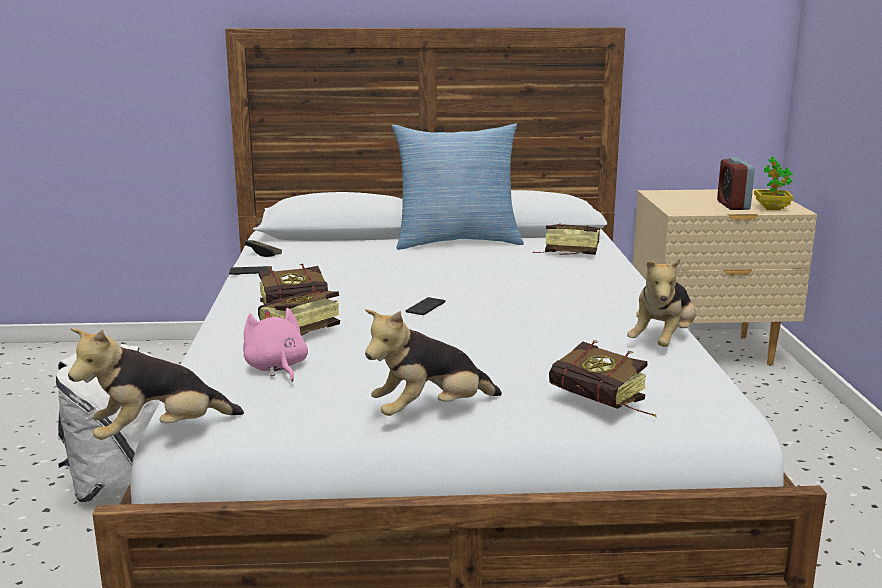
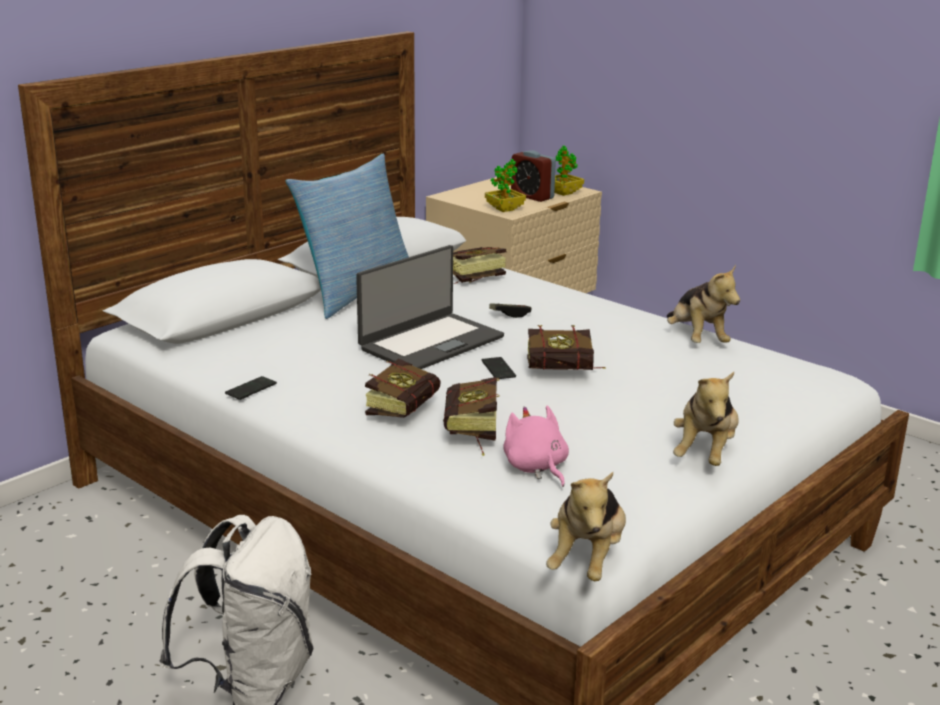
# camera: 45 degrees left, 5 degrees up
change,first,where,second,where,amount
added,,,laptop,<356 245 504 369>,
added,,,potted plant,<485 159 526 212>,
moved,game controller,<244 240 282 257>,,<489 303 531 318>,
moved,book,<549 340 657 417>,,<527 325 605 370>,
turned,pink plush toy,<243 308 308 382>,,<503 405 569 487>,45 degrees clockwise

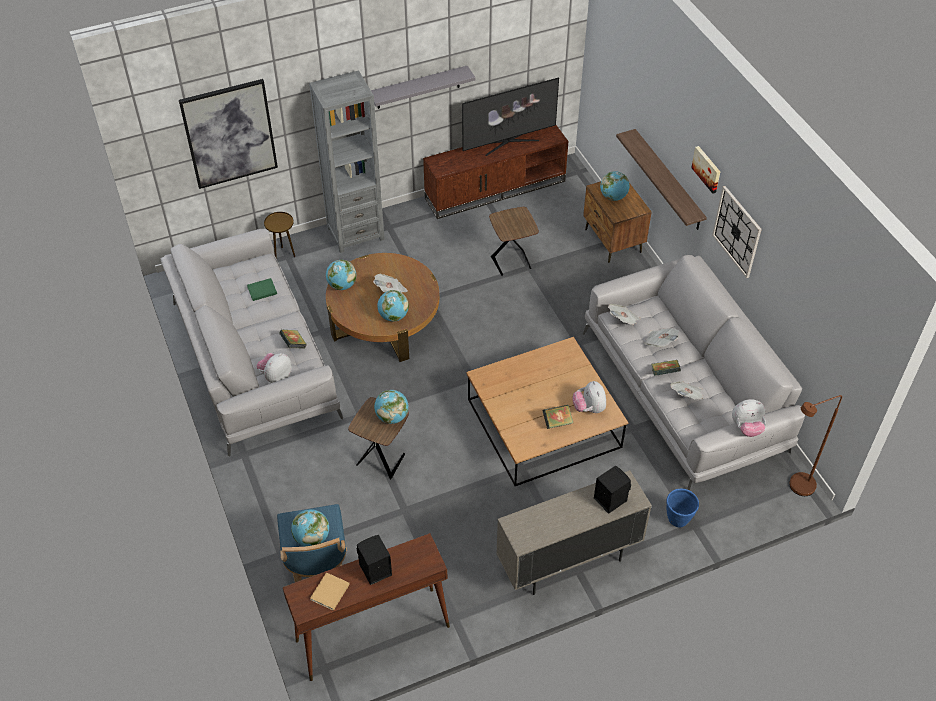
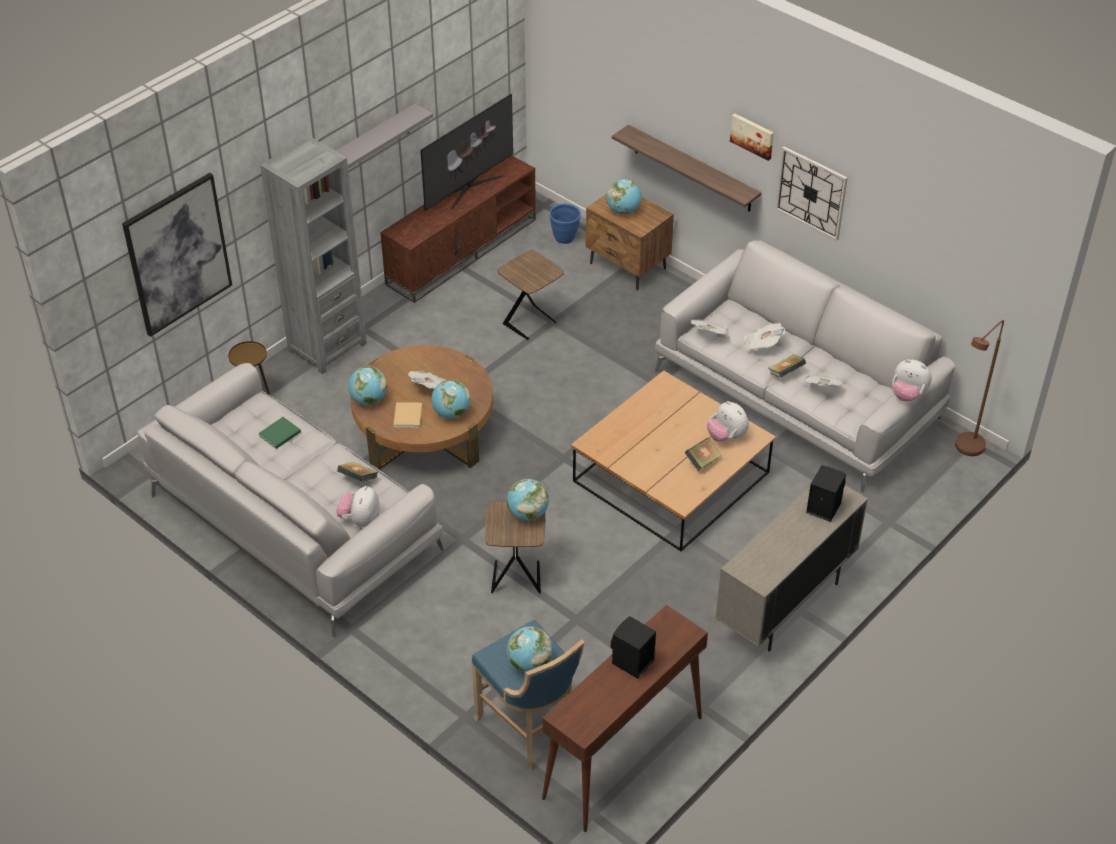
# camera: 25 degrees left, 5 degrees down
change,first,where,second,where,amount
moved,beige book,<310 572 350 611>,,<394 402 422 428>,
moved,blue planter,<666 489 699 528>,,<549 203 581 244>,
turned,plush toy,<732 399 766 437>,,<892 359 932 402>,60 degrees clockwise

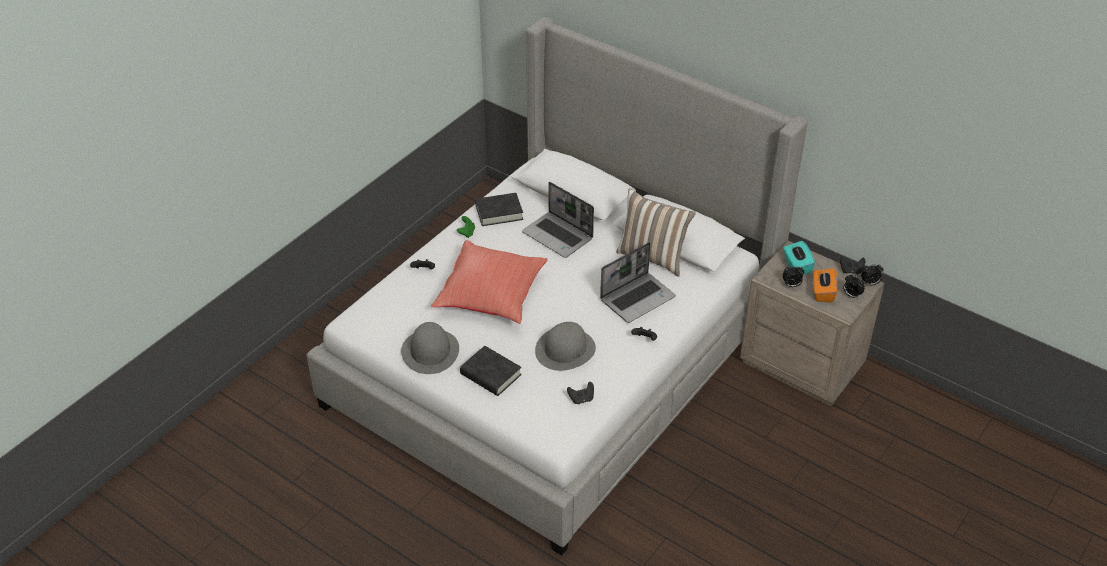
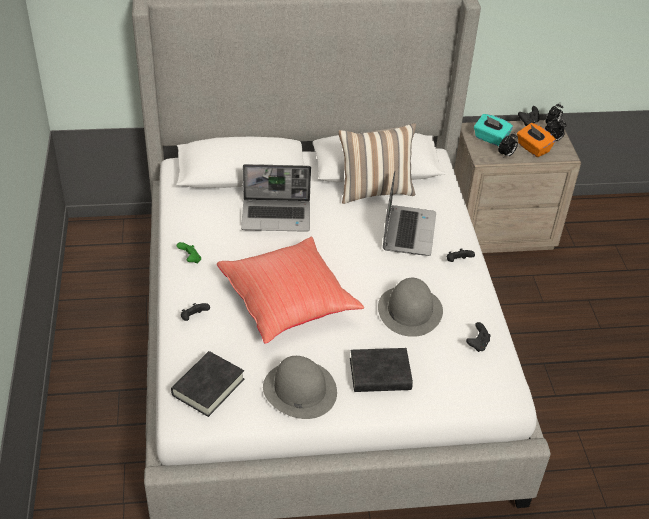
# camera: 45 degrees left, 0 degrees up
change,first,where,second,where,amount
moved,black book,<475 193 523 226>,,<171 351 244 417>,

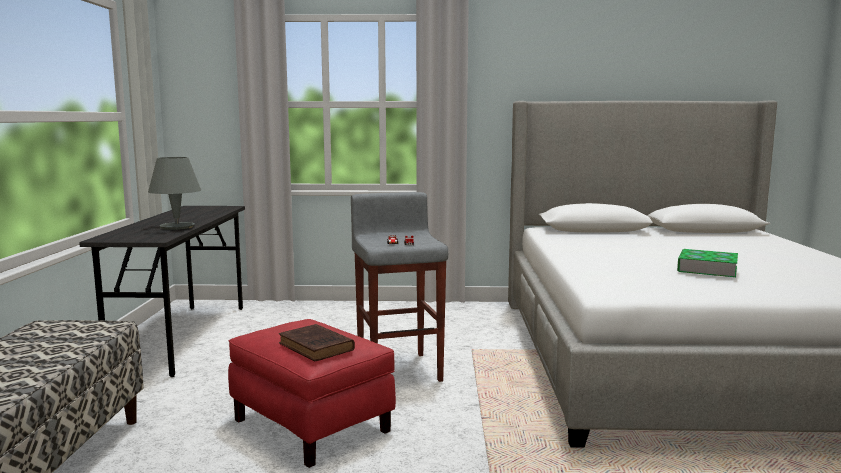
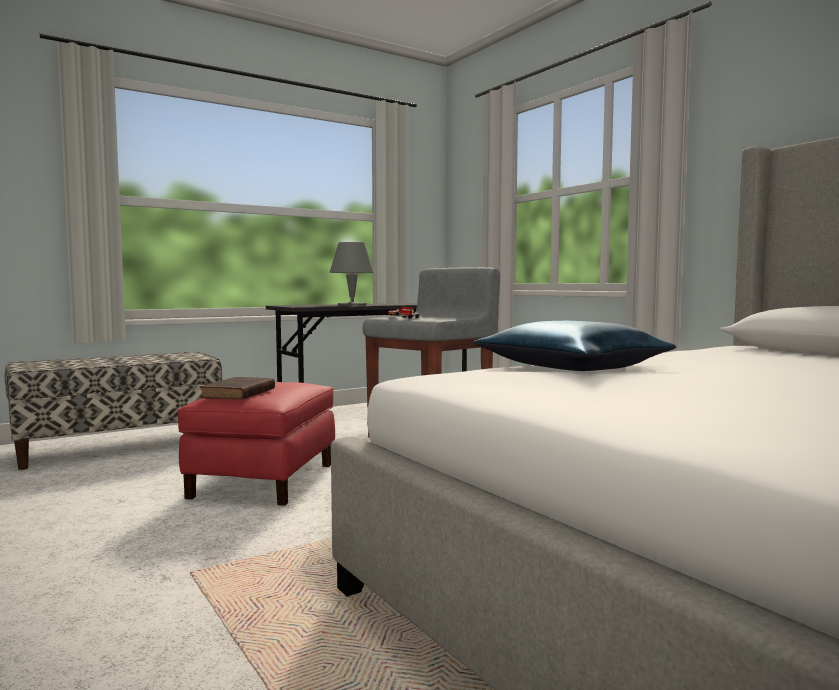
# camera: 55 degrees right, 5 degrees down
change,first,where,second,where,amount
removed,book,<677 249 738 277>,,,
added,,,blue pillow,<473 321 676 371>,

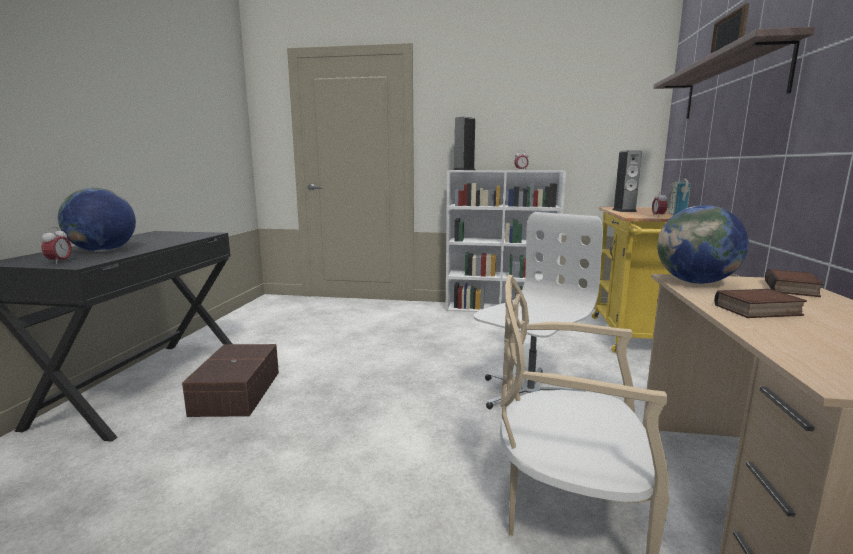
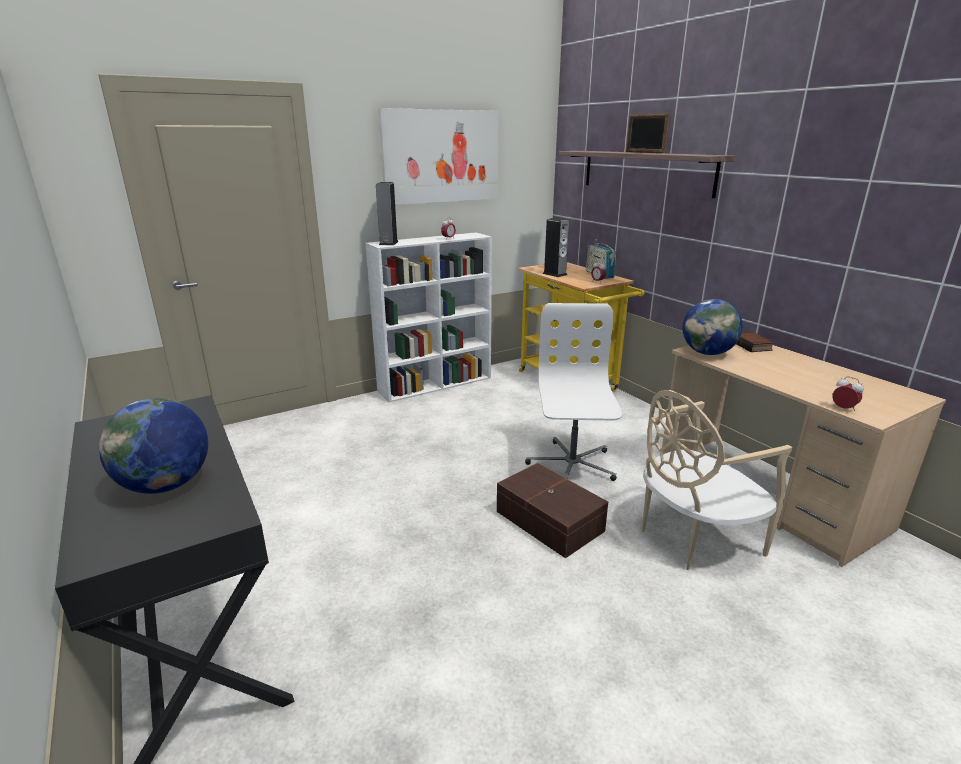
# camera: 40 degrees left, 10 degrees up
change,first,where,second,where,amount
removed,book,<714 289 807 318>,,,
added,,,picture,<378 108 499 205>,
moved,alarm clock,<42 227 72 264>,,<832 376 864 411>,
moved,brown storage box,<182 344 279 417>,,<497 463 608 558>,

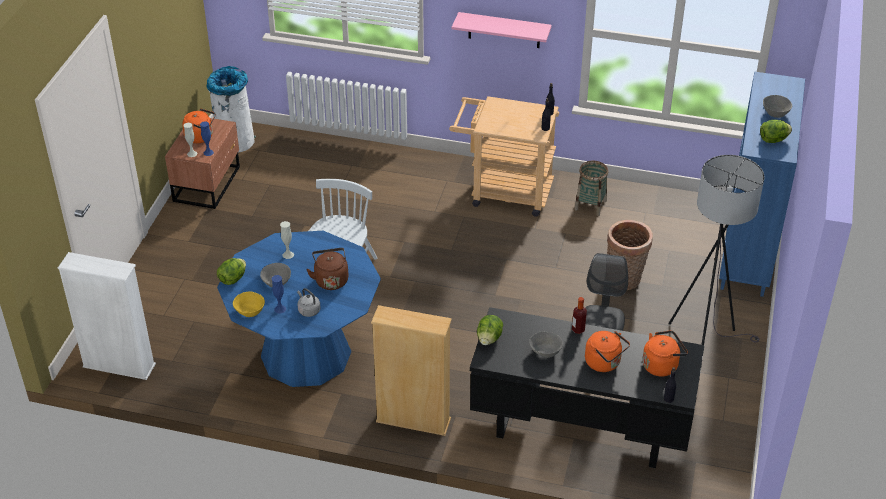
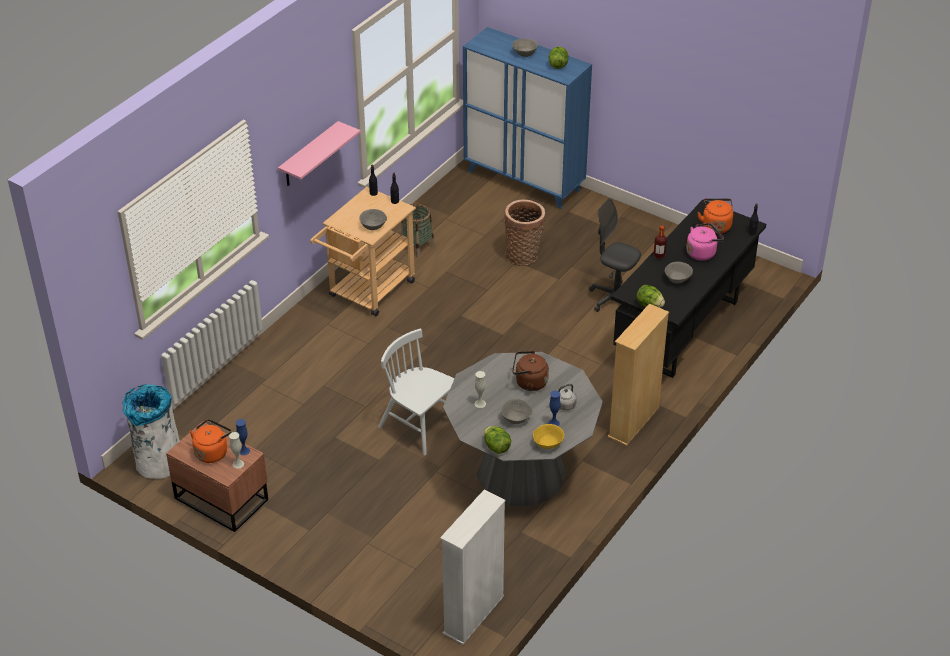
# camera: 70 degrees left, 0 degrees up
change,first,where,second,where,amount
removed,grey floor lamp,<668 155 764 345>,,,
added,,,grey bowl,<359 209 387 230>,
recoloured,blue dining table,<217 231 381 387>,grey dining table,<443 352 603 506>,
recoloured,orange kettle,<585 331 630 372>,pink kettle,<686 223 724 261>,

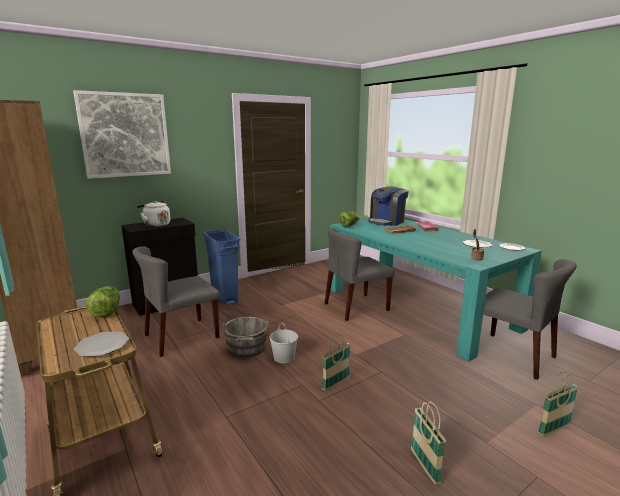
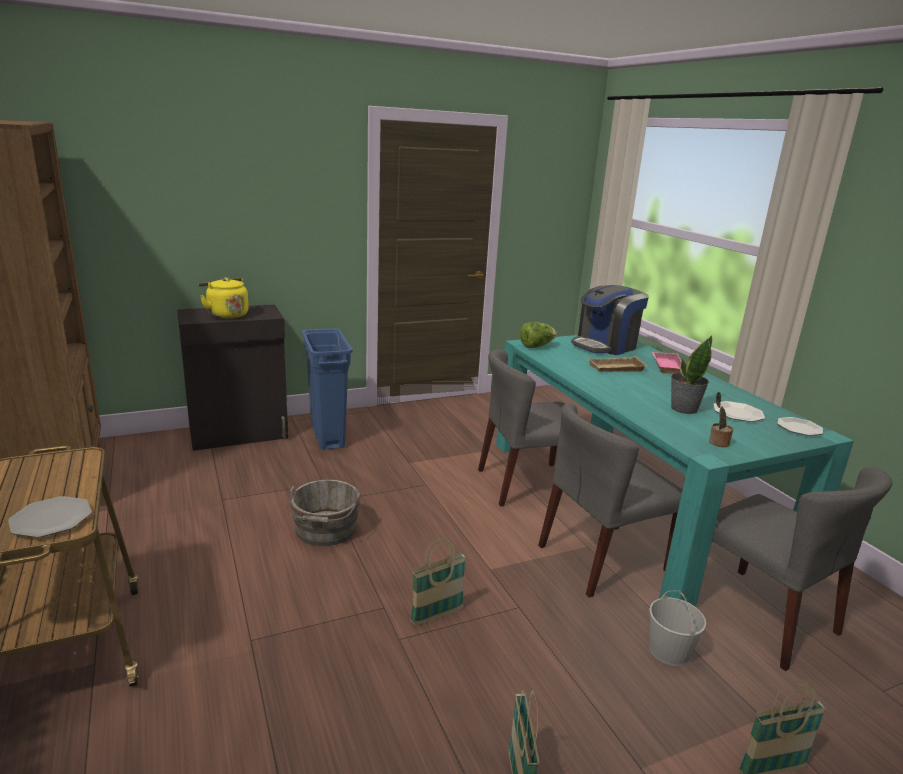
# camera: 10 degrees right, 5 degrees up
change,first,where,second,where,amount
removed,picture,<73 90 171 179>,,,
removed,lettuce,<86 286 120 318>,,,
added,,,potted plant,<671 335 712 414>,
moved,grey chair,<132 246 220 357>,,<538 403 682 598>,
moved,white bucket,<269 323 298 363>,,<649 590 706 666>,
recoloured,white kettle,<137 201 170 227>,yellow kettle,<199 278 249 319>,

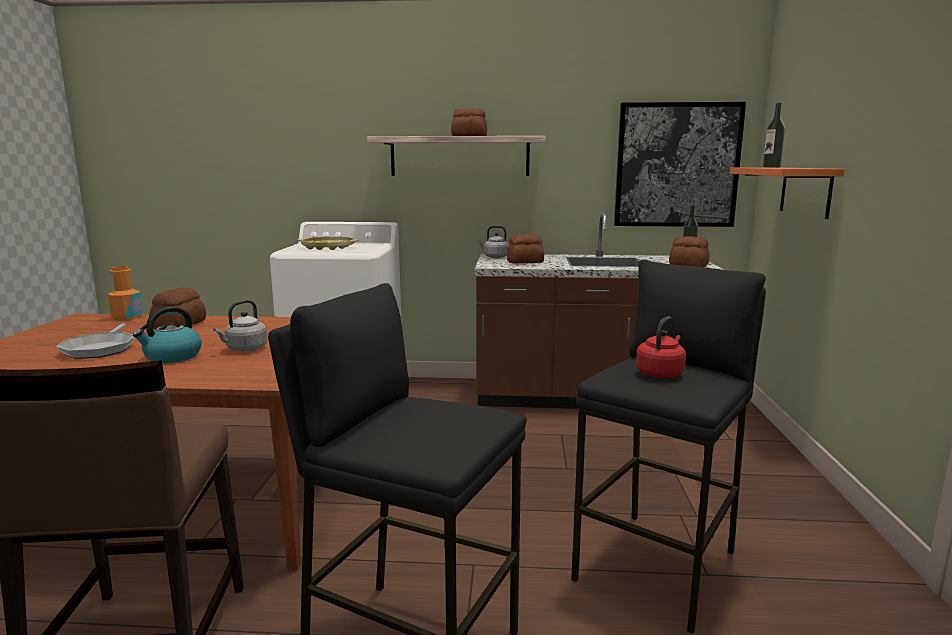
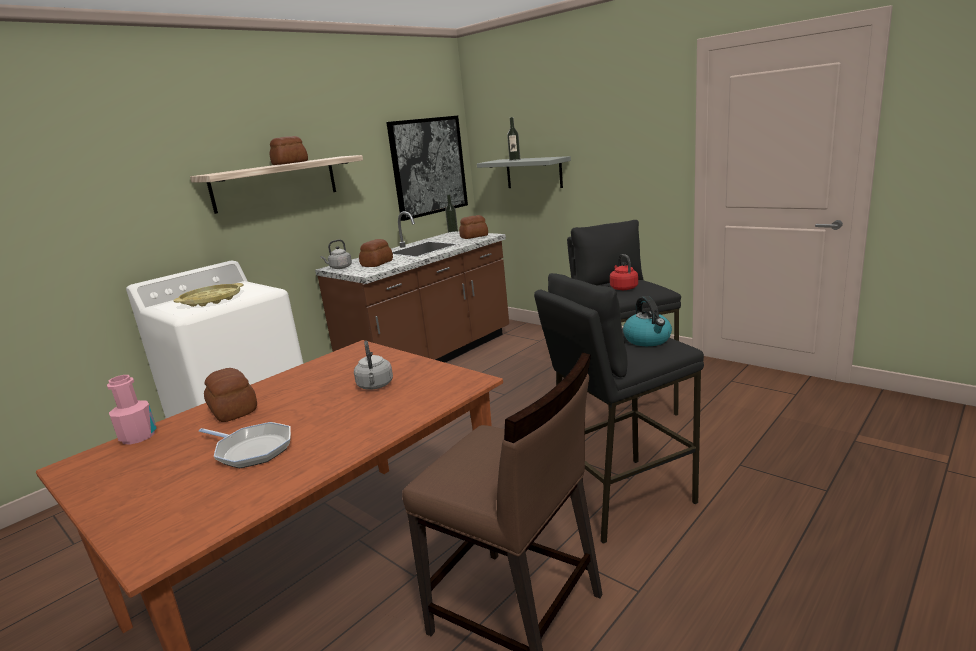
# camera: 50 degrees left, 5 degrees up
change,first,where,second,where,amount
moved,kettle,<133 306 202 363>,,<623 296 672 346>,
recoloured,orange bottle,<108 266 143 321>,pink bottle,<107 375 157 445>,
recoloured,orange shelf,<730 167 845 219>,grey shelf,<477 156 571 188>,

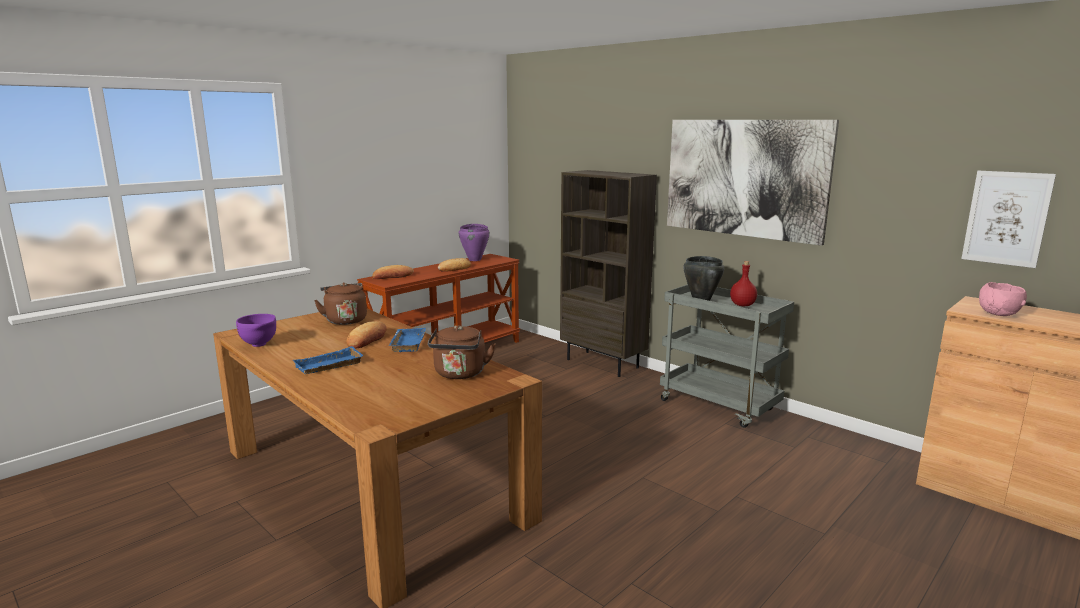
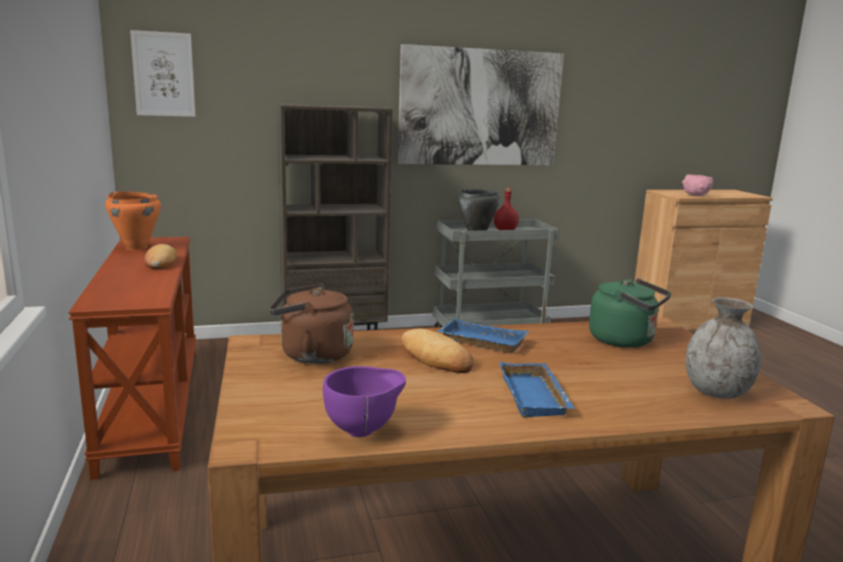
# camera: 60 degrees left, 0 degrees up
change,first,where,second,where,amount
removed,bread,<372 265 413 279>,,,
added,,,grey vase,<686 297 761 399>,
moved,picture,<961 171 1056 268>,,<130 30 196 117>,
recoloured,brown kettle,<428 325 496 379>,green kettle,<589 278 671 348>,
recoloured,purple cooking pot,<459 224 490 261>,orange cooking pot,<105 191 161 250>,

